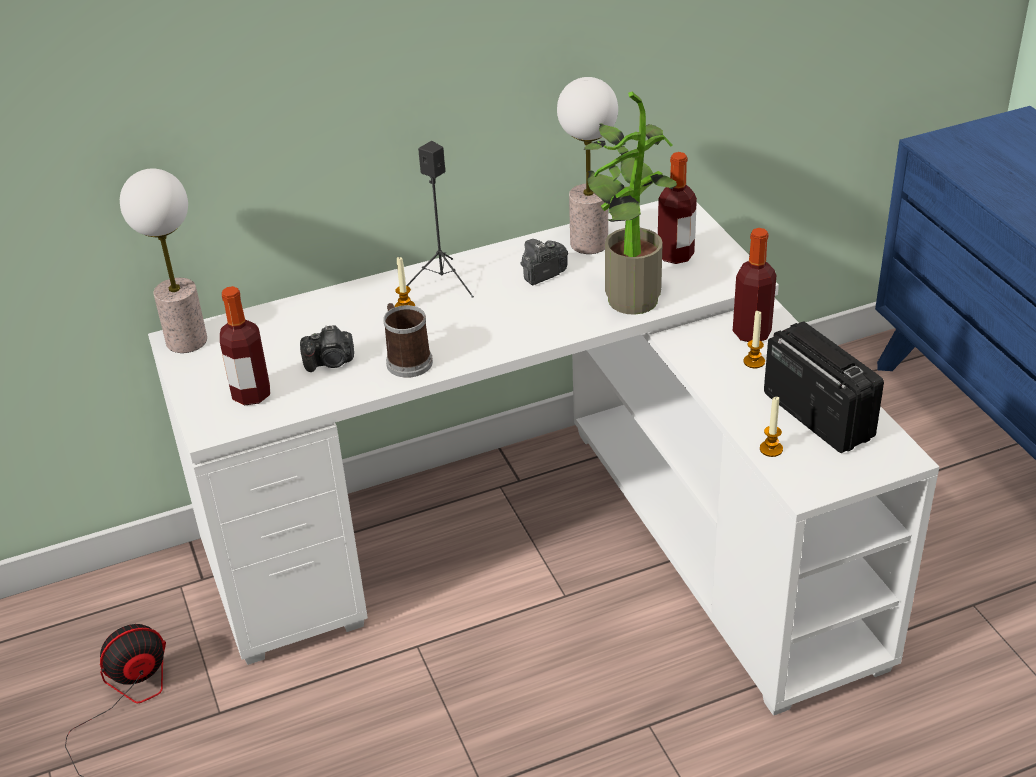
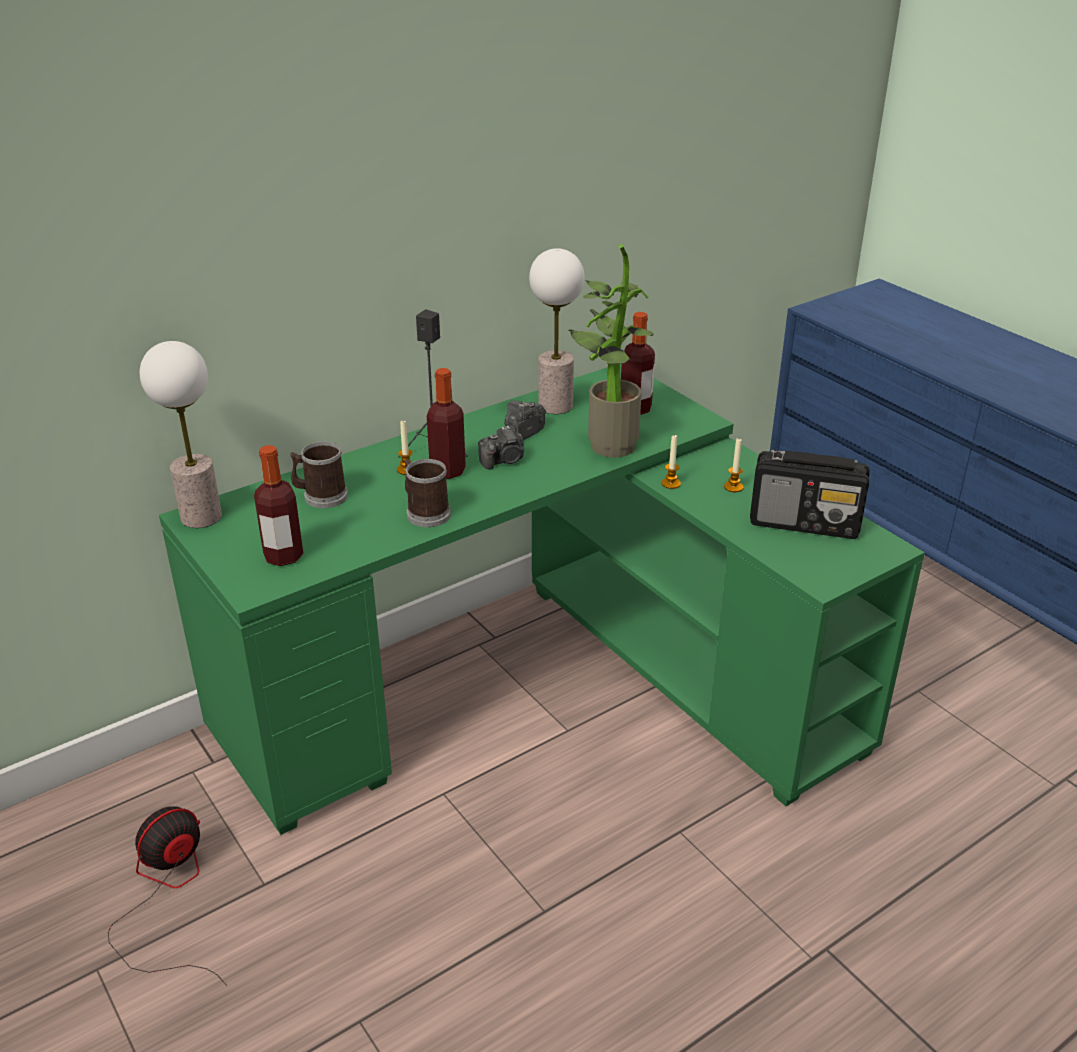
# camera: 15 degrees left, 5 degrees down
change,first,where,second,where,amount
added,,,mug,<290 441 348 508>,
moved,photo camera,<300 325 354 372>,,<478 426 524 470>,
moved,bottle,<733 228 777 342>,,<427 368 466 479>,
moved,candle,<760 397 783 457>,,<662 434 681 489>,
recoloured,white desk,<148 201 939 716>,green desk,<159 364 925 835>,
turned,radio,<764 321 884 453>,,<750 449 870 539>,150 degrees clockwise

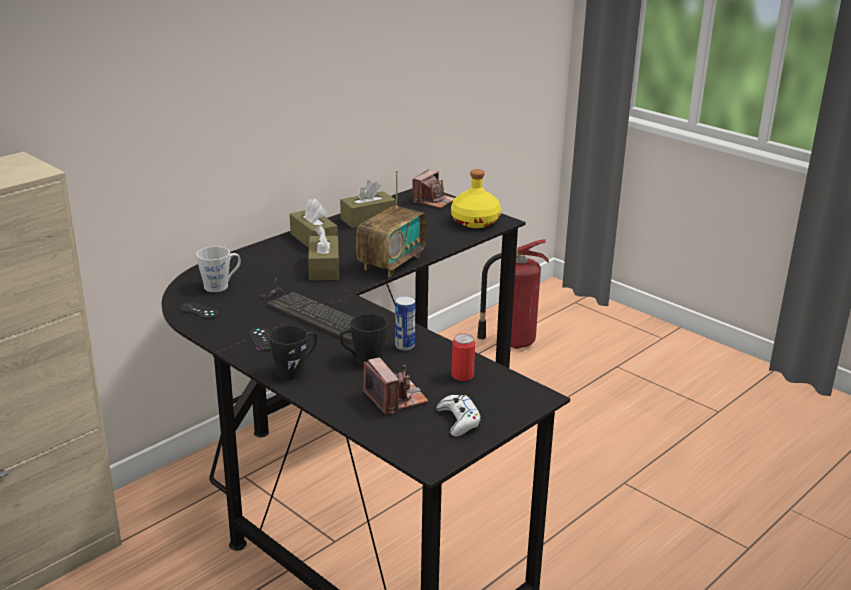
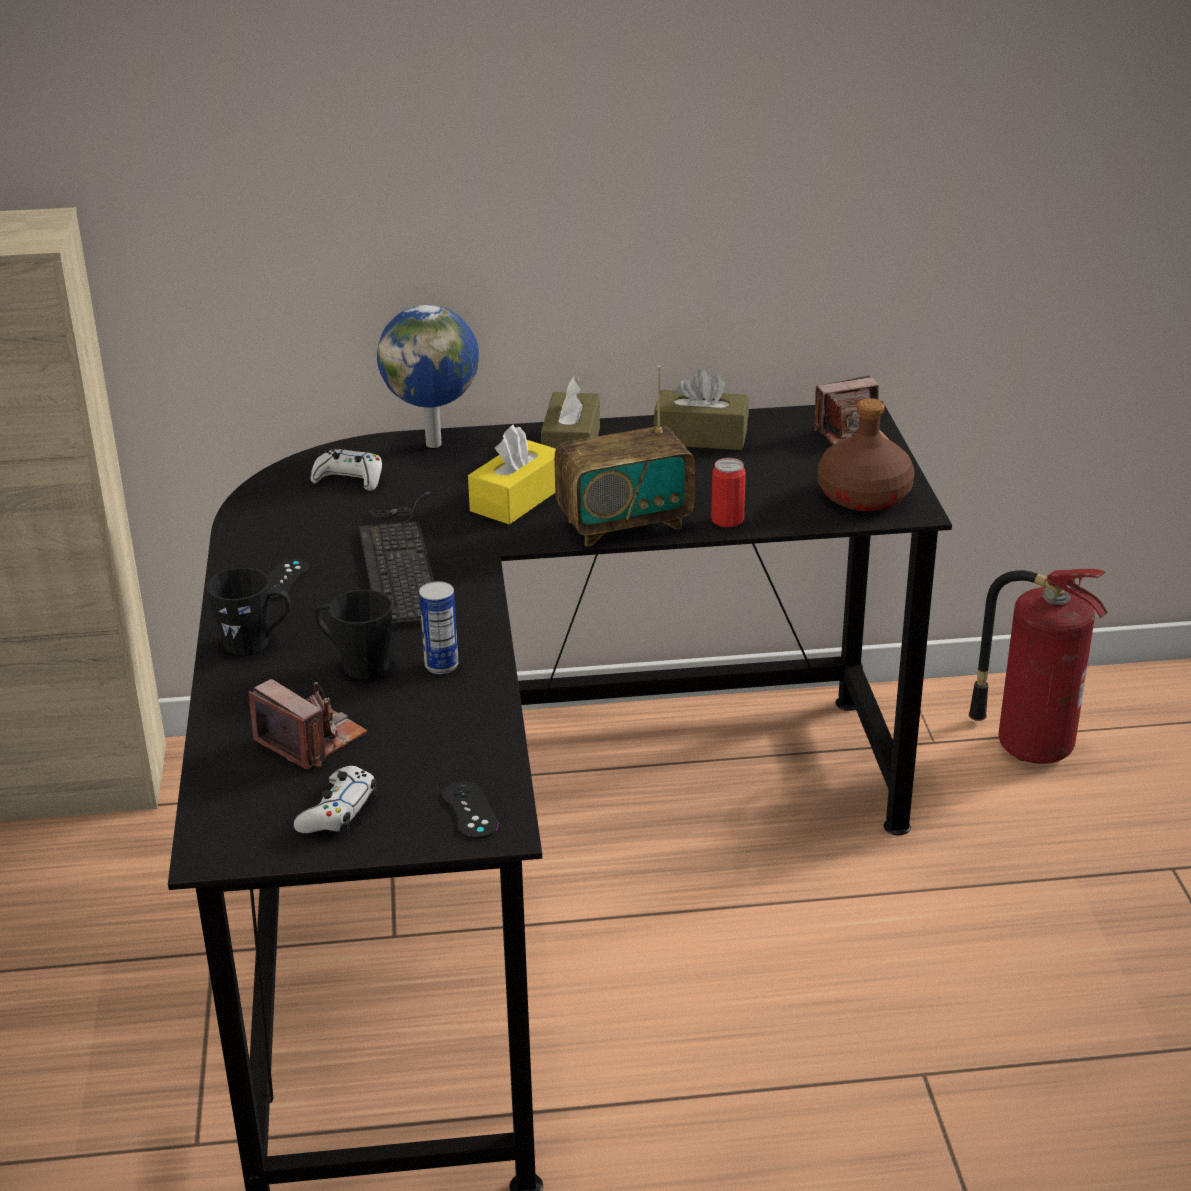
# camera: 40 degrees right, 5 degrees up
change,first,where,second,where,amount
added,,,globe,<377 305 479 448>,
moved,black game controller,<179 302 219 319>,,<442 781 499 839>,
moved,can,<451 333 475 381>,,<711 458 746 527>,
replaced,grey mug,<196 246 241 292>,white game controller,<311 449 382 491>,
recoloured,brown tissue box,<308 225 339 281>,yellow tissue box,<468 425 556 525>,
recoloured,yellow bottle,<451 169 501 228>,brown bottle,<818 398 915 511>,
turned,photo camera,<364 358 428 414>,,<249 679 367 769>,60 degrees counterclockwise

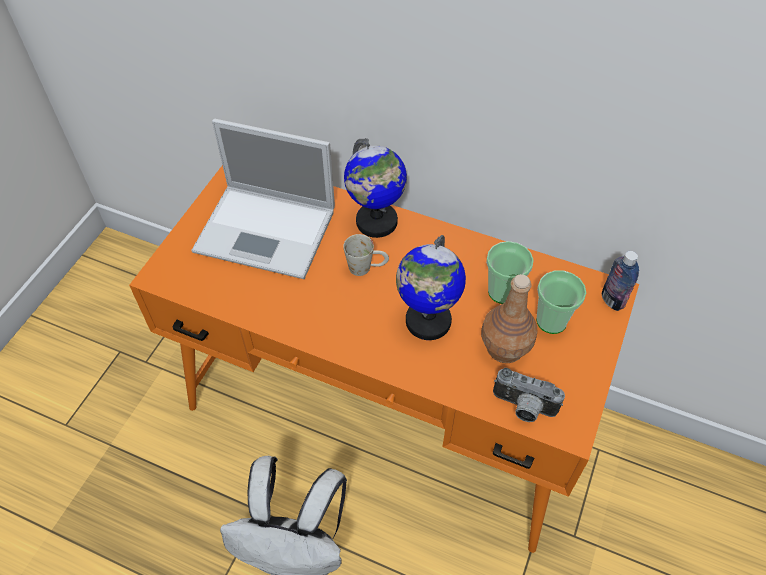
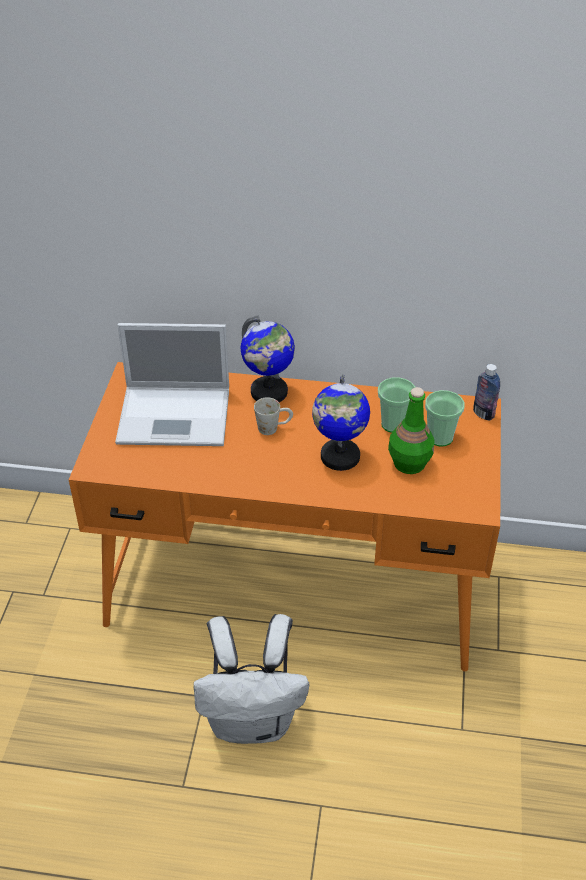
# camera: 15 degrees left, 10 degrees down
change,first,where,second,where,amount
removed,photo camera,<493 368 565 422>,,,
recoloured,brown bottle,<481 274 537 363>,green bottle,<388 387 434 474>,

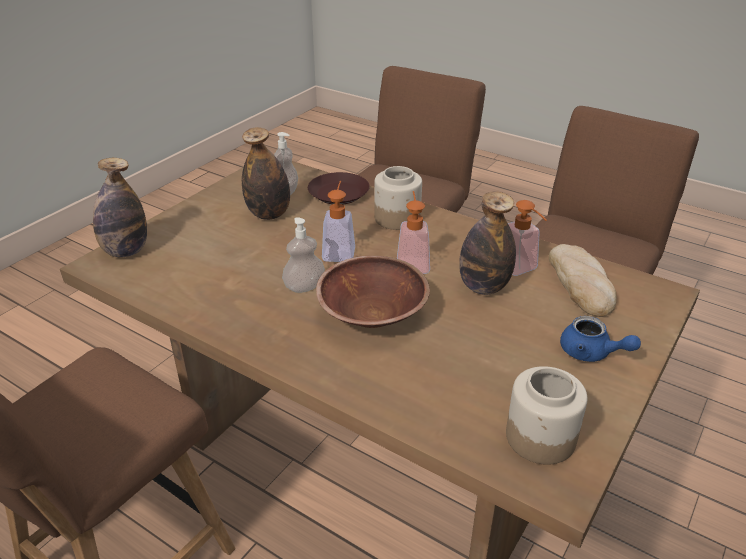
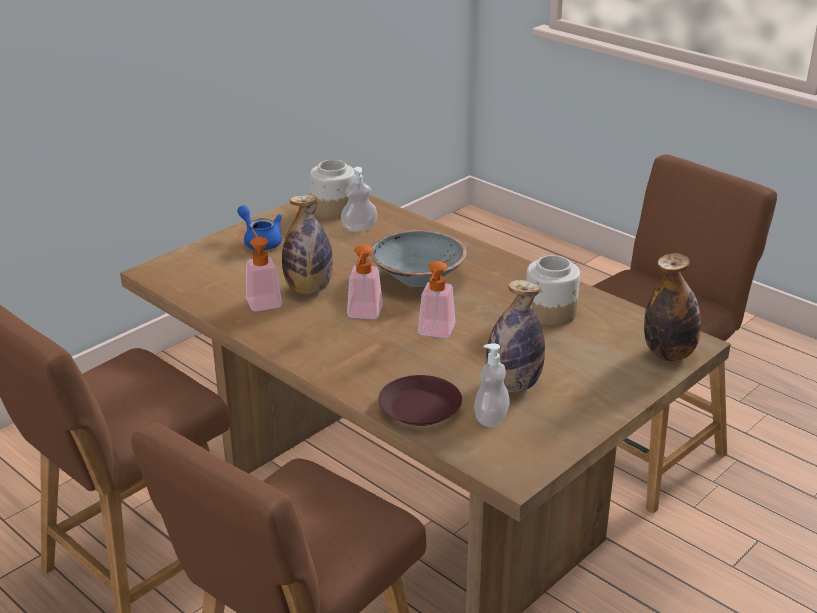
# camera: 170 degrees left, 5 degrees down
change,first,where,second,where,amount
removed,bread,<549 244 617 317>,,,
moved,soap dispenser,<282 217 325 293>,,<341 167 378 232>,
moved,jar,<374 166 422 230>,,<526 255 580 326>,
recoloured,brown bowl,<316 256 430 328>,grey bowl,<370 230 467 287>,

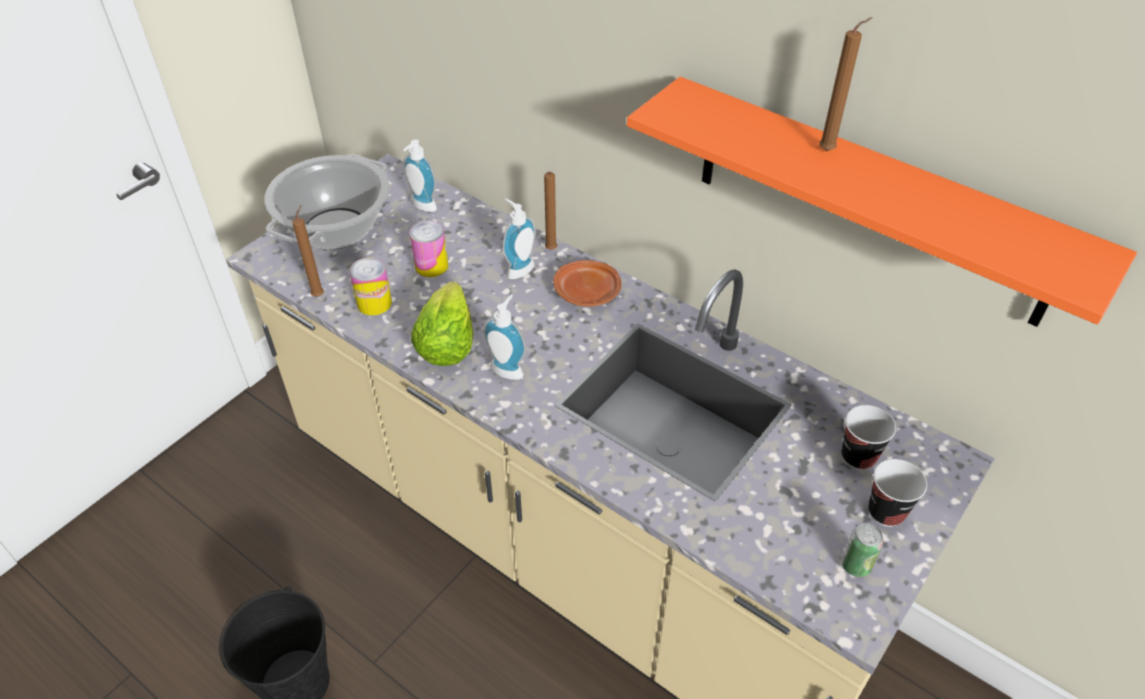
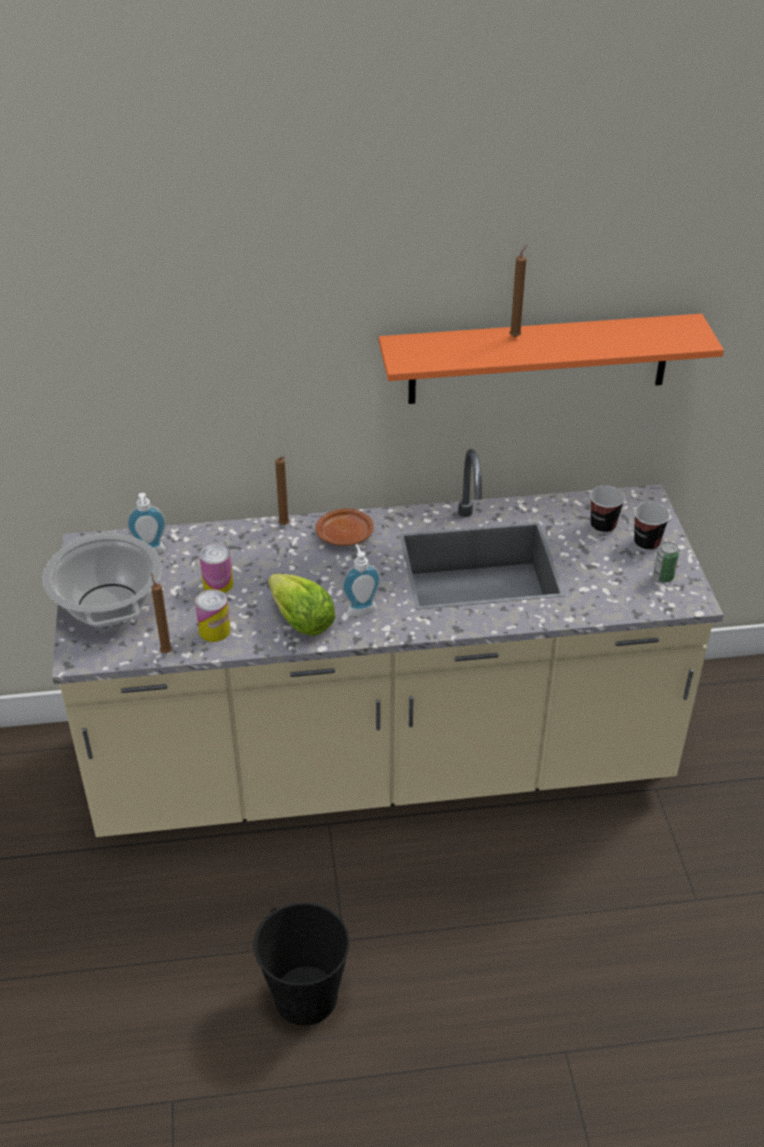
# camera: 45 degrees left, 5 degrees down
change,first,where,second,where,amount
removed,soap dispenser,<503 199 536 279>,,,

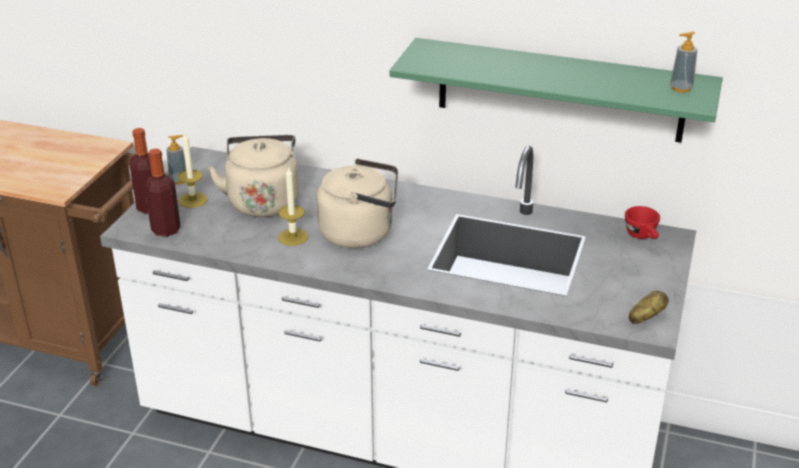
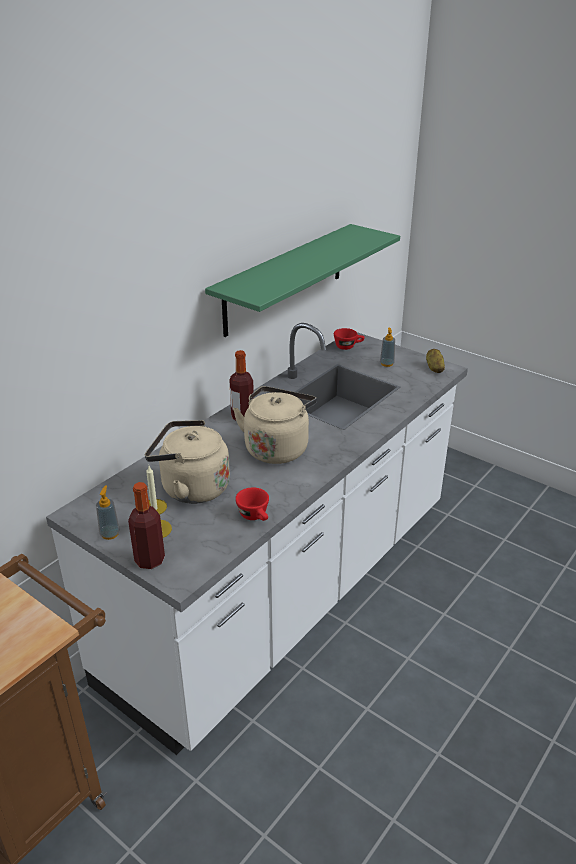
# camera: 70 degrees left, 0 degrees up
change,first,where,second,where,amount
removed,candle,<278 166 308 246>,,,
added,,,red cup,<235 488 269 521>,
moved,bottle,<144 149 181 237>,,<229 350 254 420>,
moved,soap dispenser,<670 32 697 93>,,<380 328 395 367>,

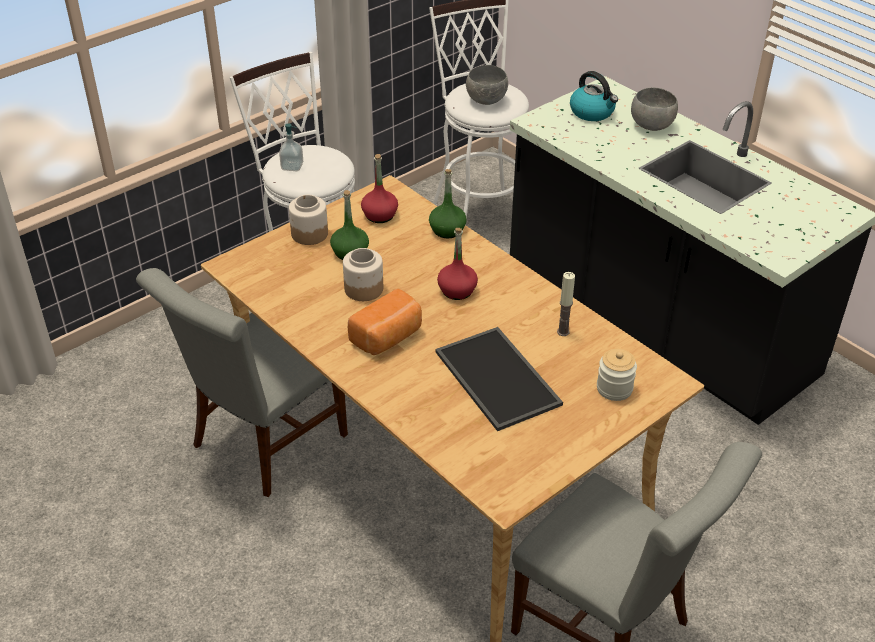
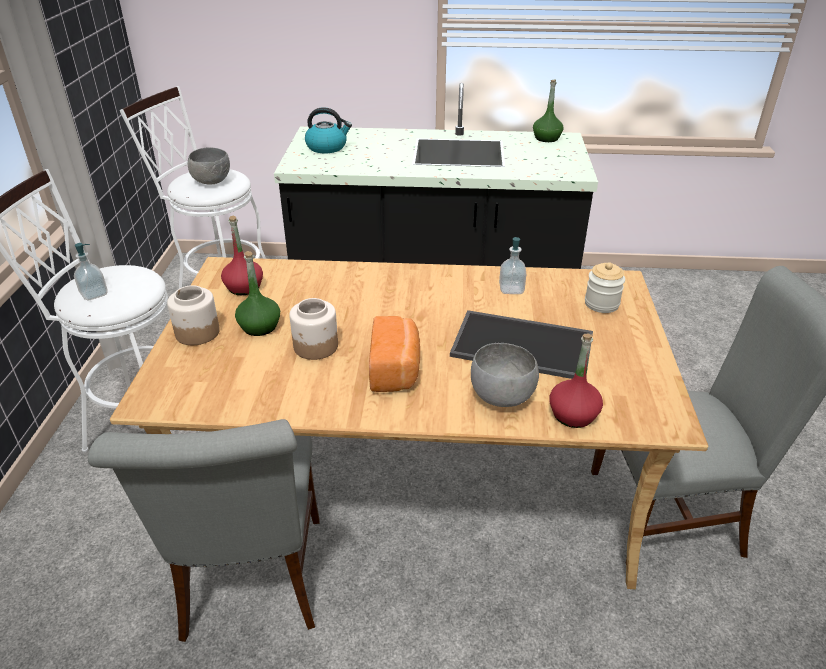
# camera: 45 degrees left, 5 degrees down
change,first,where,second,where,amount
moved,green bottle,<429 169 467 238>,,<533 80 564 142>,
moved,red bottle,<437 228 478 300>,,<549 334 603 428>,
moved,grey bowl,<631 88 678 131>,,<471 343 539 407>,
replaced,candle,<557 272 575 336>,soap dispenser,<499 237 526 294>,

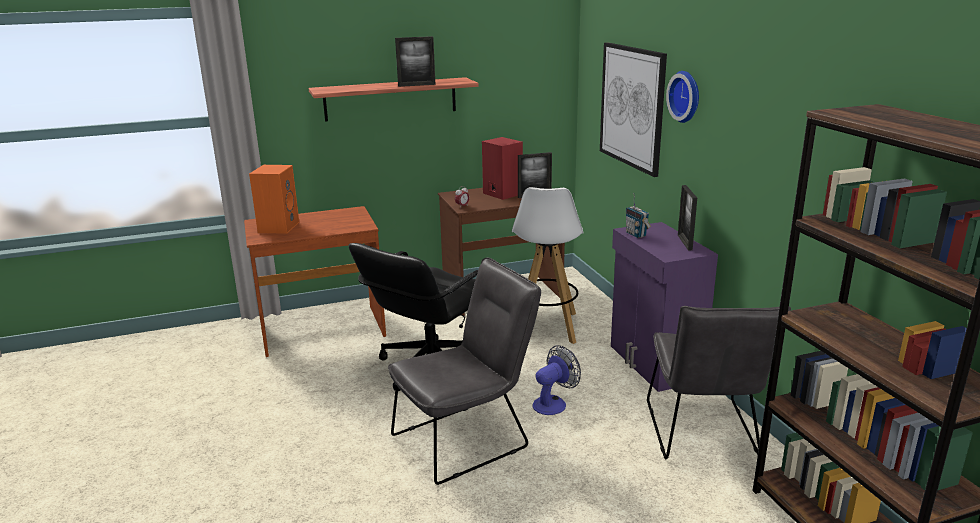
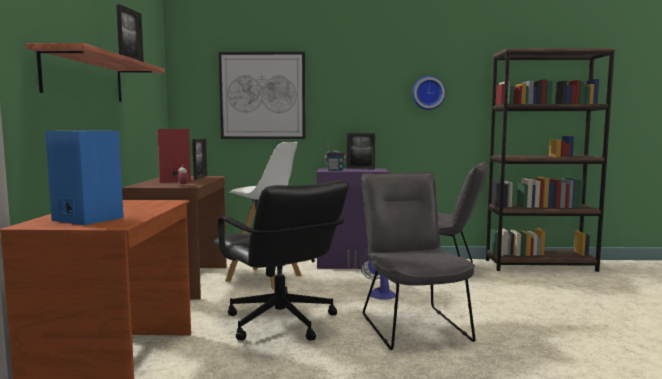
# camera: 70 degrees left, 15 degrees down
change,first,where,second,where,amount
moved,wall clock,<666 71 699 123>,,<412 76 446 110>,
recoloured,orange speaker,<249 165 299 234>,blue speaker,<45 131 124 225>,

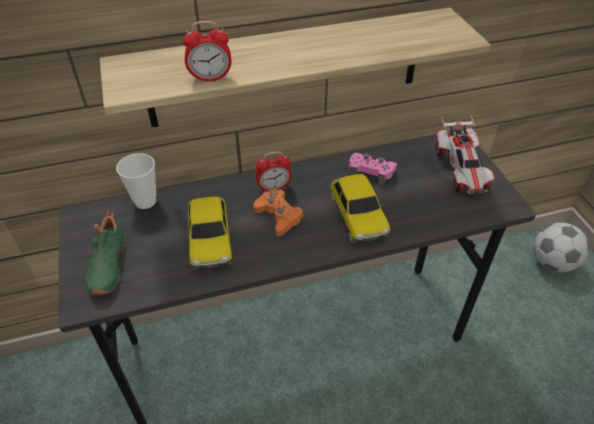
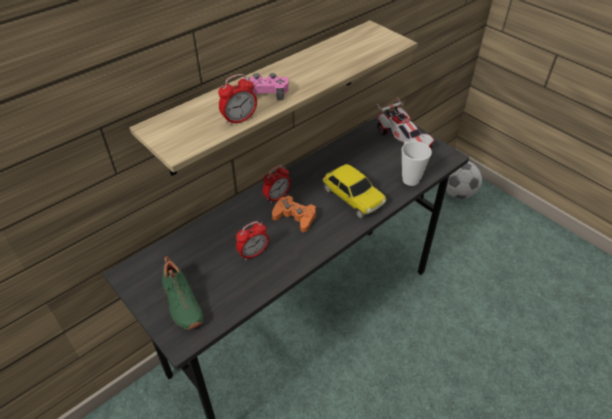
# camera: 25 degrees left, 0 degrees up
change,first,where,second,where,amount
moved,cup,<116 153 157 209>,,<401 141 432 186>,
moved,pink game controller,<349 153 397 185>,,<242 73 289 100>,
replaced,toy car,<186 196 232 269>,alarm clock,<236 221 269 261>,

